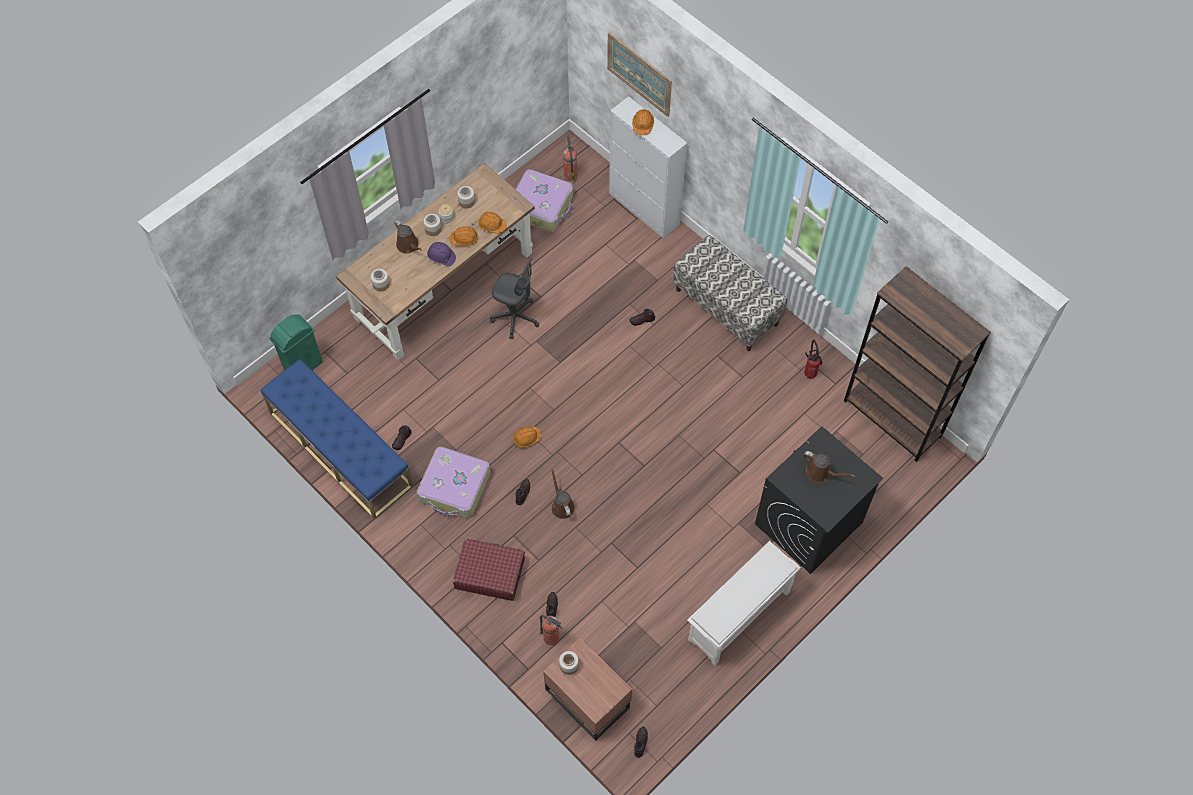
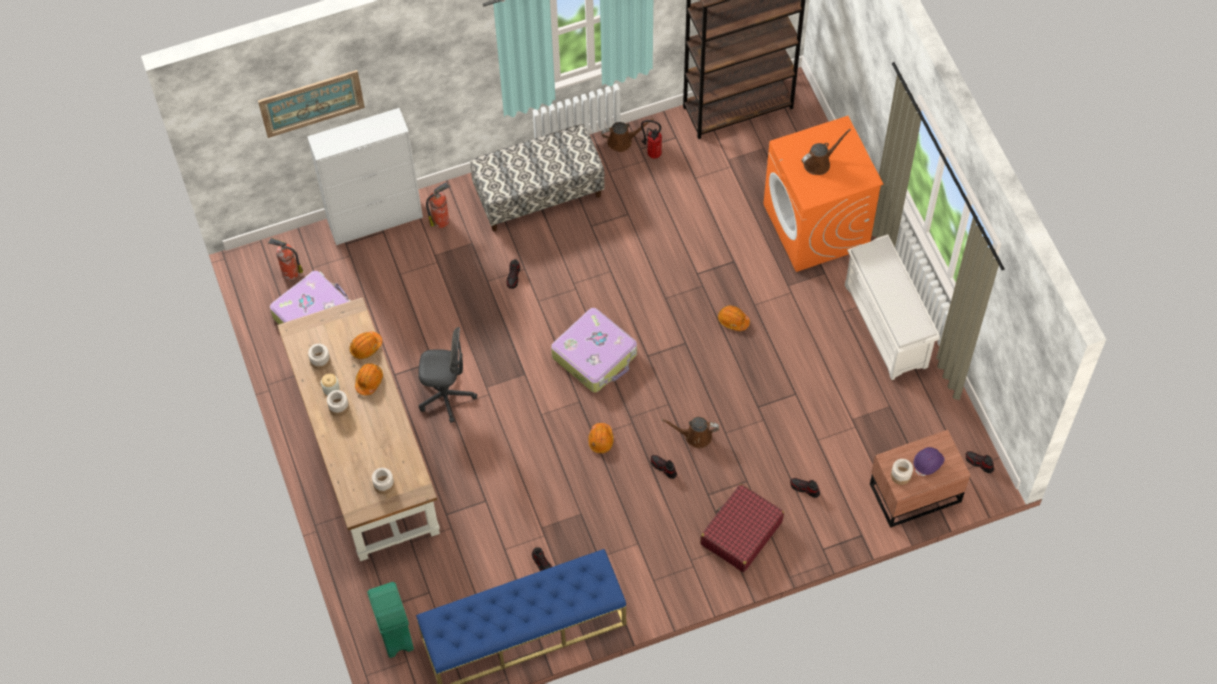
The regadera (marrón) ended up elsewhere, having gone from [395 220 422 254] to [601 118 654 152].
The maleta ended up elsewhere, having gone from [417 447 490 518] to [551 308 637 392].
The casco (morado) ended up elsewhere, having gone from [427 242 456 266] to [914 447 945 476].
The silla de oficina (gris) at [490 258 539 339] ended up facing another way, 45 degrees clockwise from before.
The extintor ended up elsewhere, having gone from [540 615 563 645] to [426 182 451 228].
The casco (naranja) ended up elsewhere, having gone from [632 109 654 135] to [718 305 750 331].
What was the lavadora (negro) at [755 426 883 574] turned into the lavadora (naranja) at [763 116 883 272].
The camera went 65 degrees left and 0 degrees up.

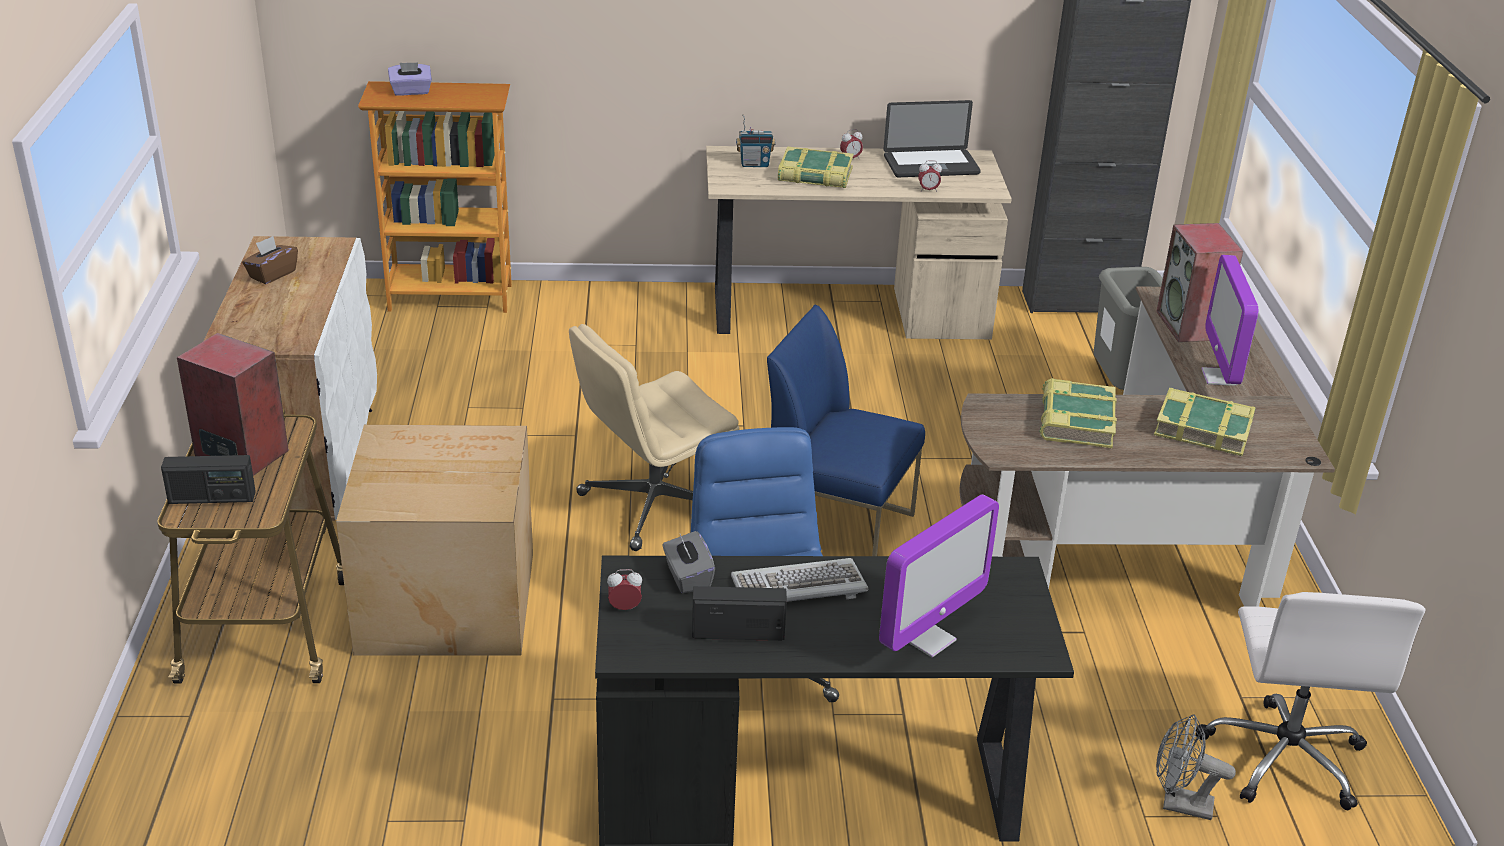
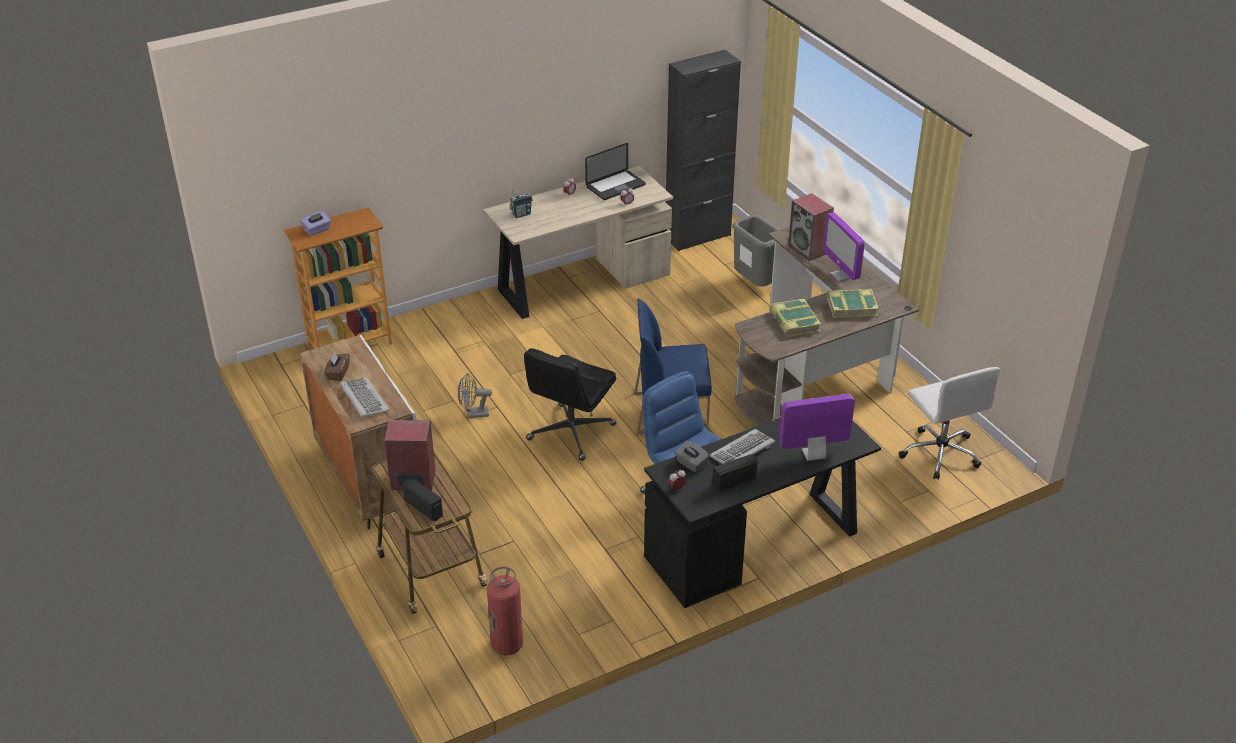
The radio at [161 455 256 504] ended up facing another way, 105 degrees counterclockwise from before.
The second view lost the caja de cartón at [336 425 533 656].
What was the silla de oficina (beis) at [569 324 740 551] turned into the silla de oficina (negro) at [524 348 616 461].
The second view lost the libro at [778 147 854 188].
The monitor at [879 494 999 657] ended up facing another way, 120 degrees counterclockwise from before.
The ventilador (gris) ended up elsewhere, having gone from [1156 714 1236 820] to [458 373 492 419].
The second view gained the teclado at [340 377 389 417].
The second view gained the extintor at [487 567 523 655].
The camera went 25 degrees left and 5 degrees up.

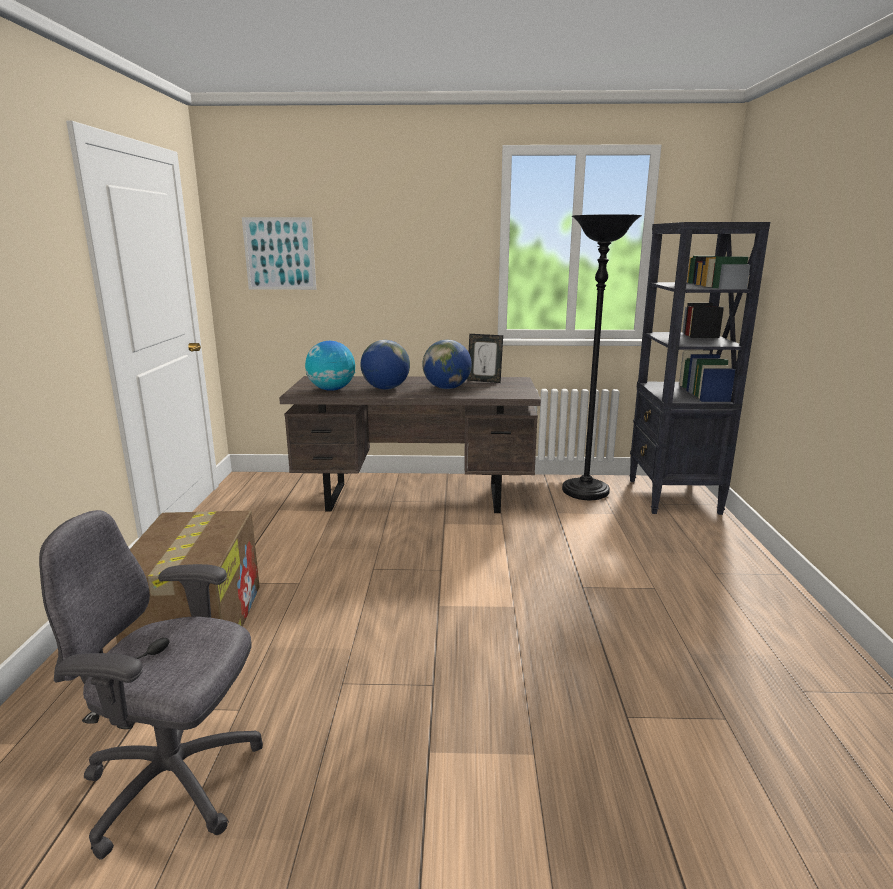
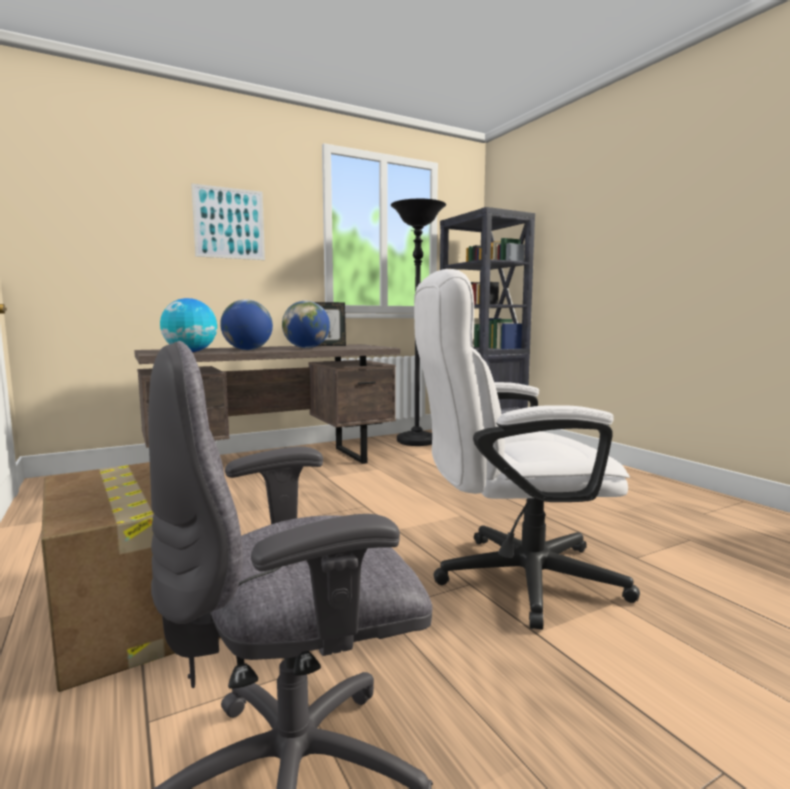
The cuadro ended up elsewhere, having gone from [242 217 316 290] to [191 184 265 260].
The second view gained the silla de oficina (blanco) at [414 269 640 630].
The camera went 30 degrees left and 10 degrees down.

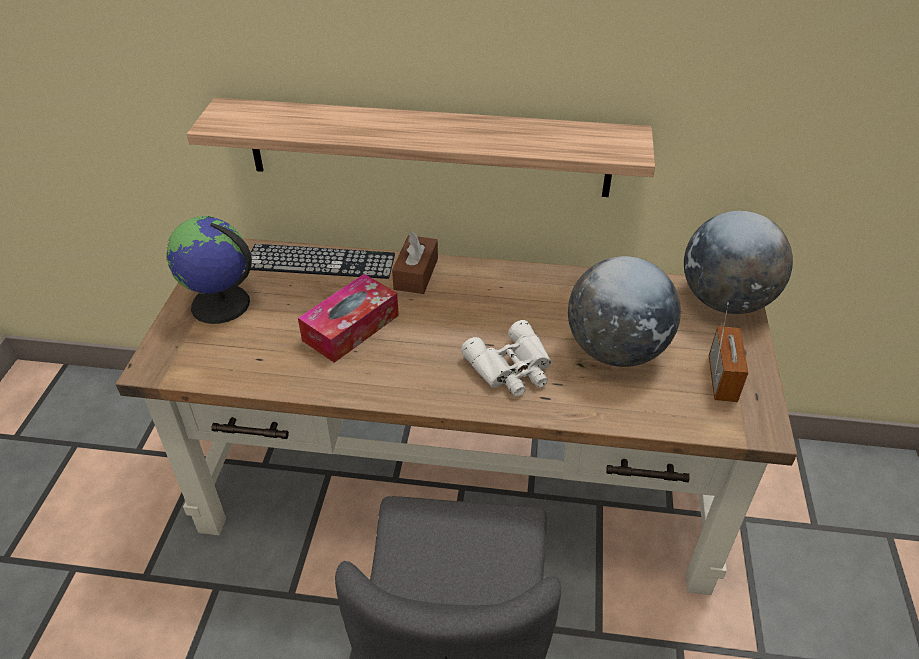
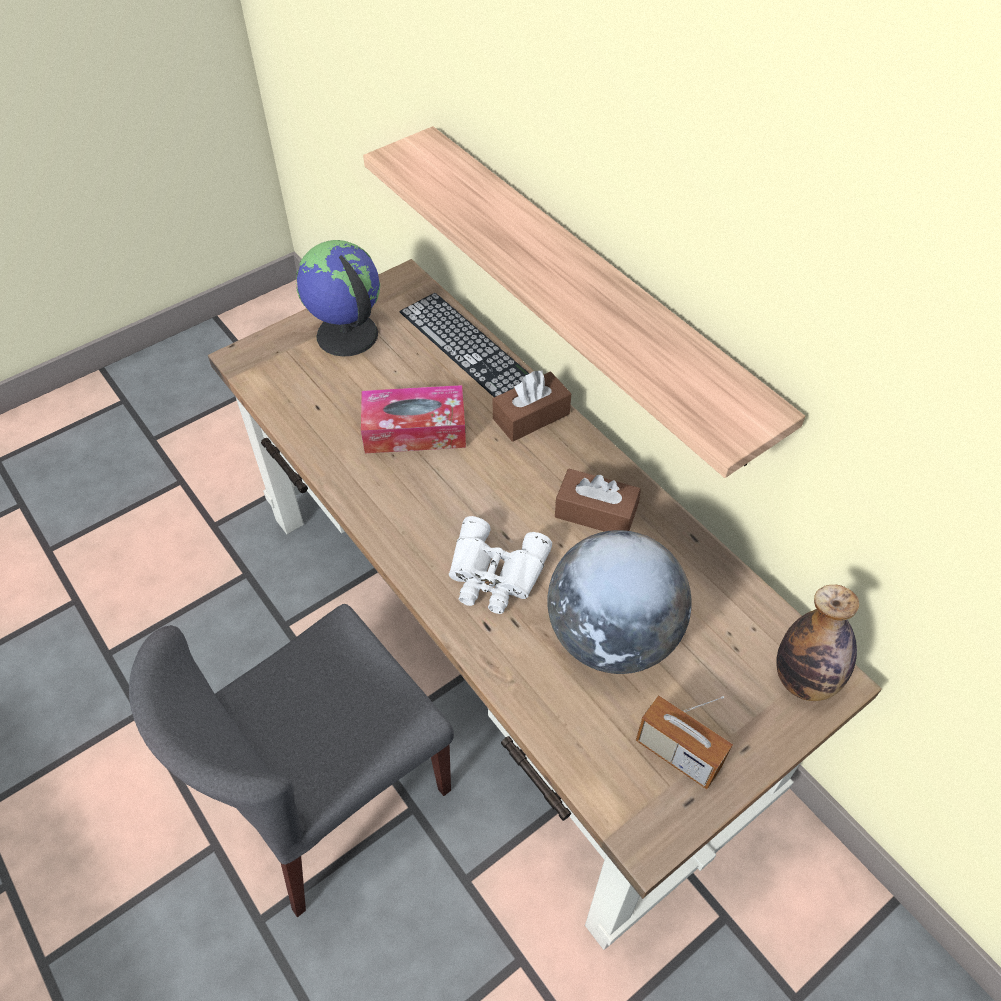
Where the globo terráqueo stood at [684 211 793 314], the botella came to stand at [776 585 859 701].
The radio at [709 302 748 402] ended up facing another way, 75 degrees clockwise from before.
The second view gained the caja de pañuelos (marrón) at [555 469 641 532].
The camera went 45 degrees right and 10 degrees up.

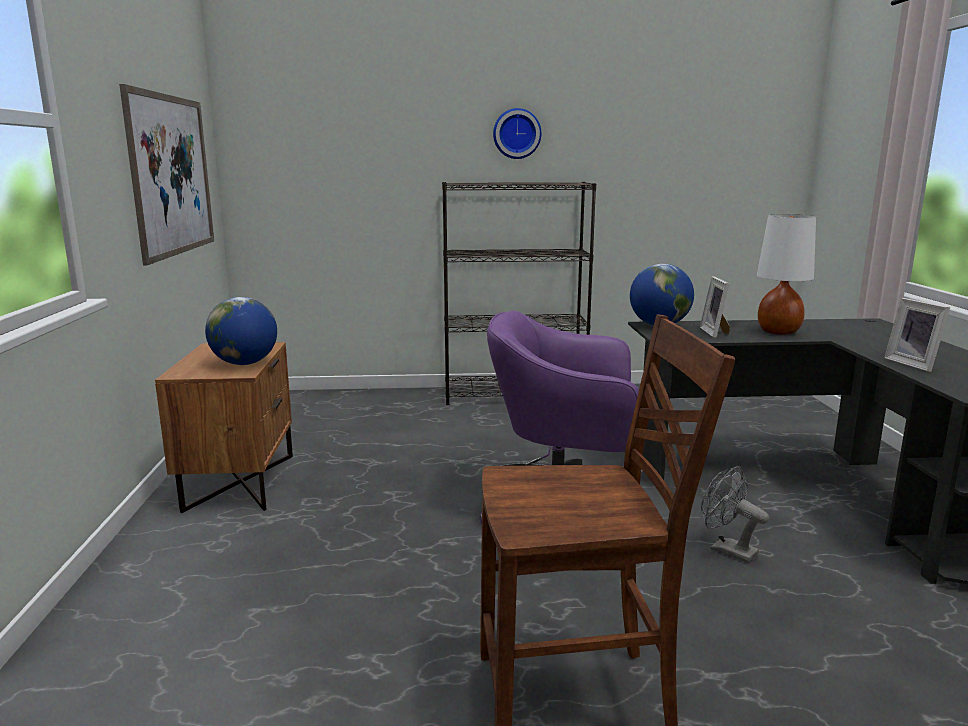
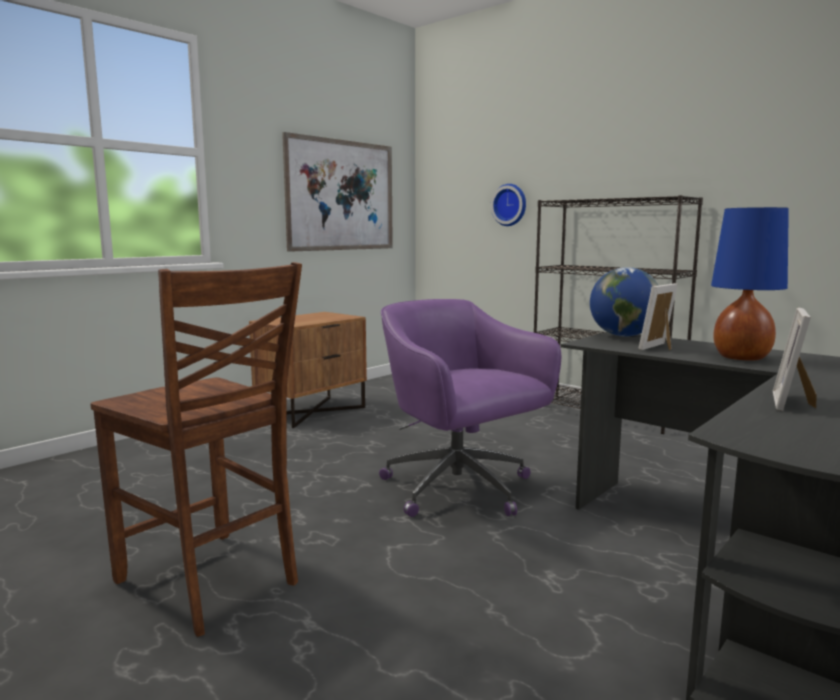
The second view lost the globo terráqueo at [205 297 277 365].
The reloj de pared ended up elsewhere, having gone from [493 108 541 159] to [491 184 526 226].
The second view lost the ventilador (gris) at [701 466 769 563].
What was the lámpara de mesa (blanco) at [757 214 816 335] turned into the lámpara de mesa (azul) at [711 207 789 361].
The camera went 45 degrees right and 5 degrees down.

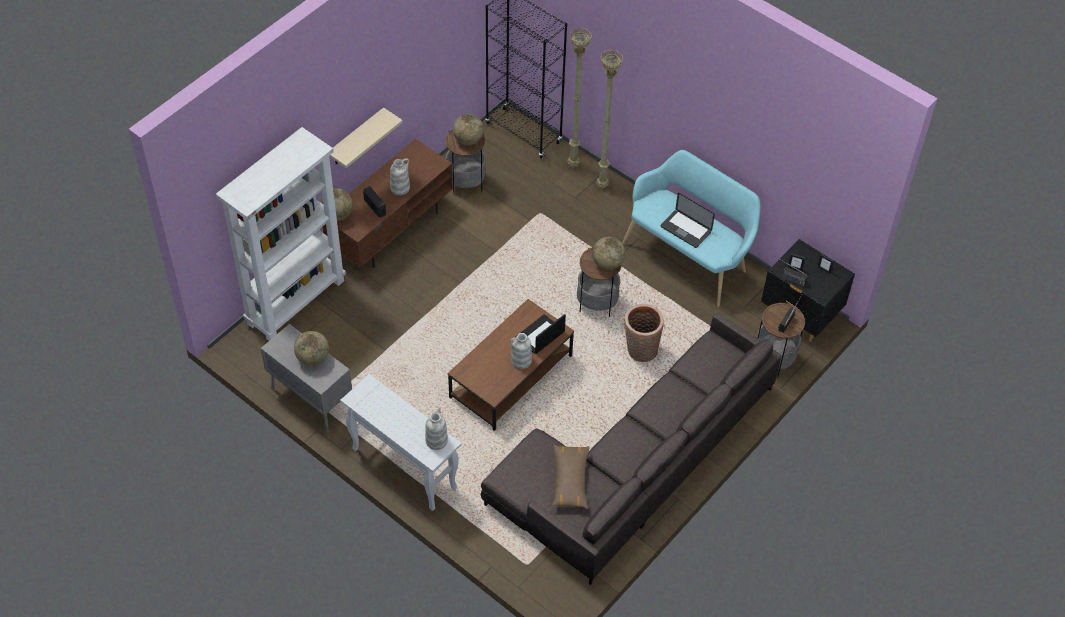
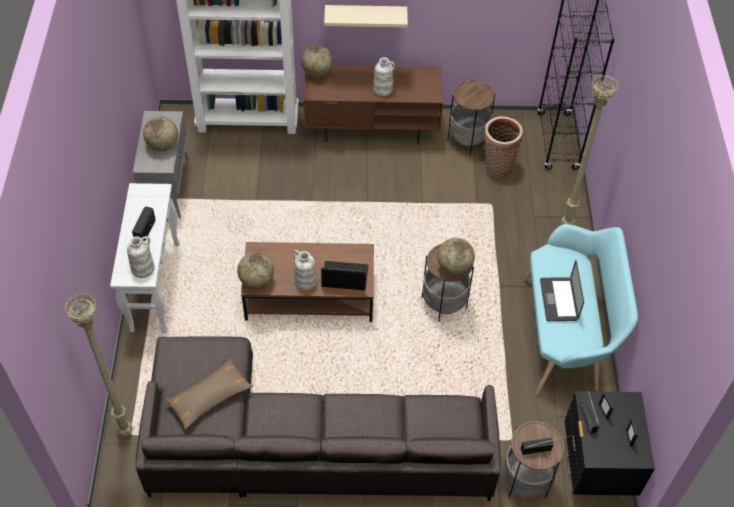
The radio ended up elsewhere, having gone from [363 187 386 218] to [132 207 156 241].
The globo terráqueo ended up elsewhere, having gone from [453 114 484 145] to [237 252 274 289].
The lámpara de pie (beis) ended up elsewhere, having gone from [568 27 592 168] to [64 293 133 437].
The cesta ended up elsewhere, having gone from [624 304 664 362] to [484 116 523 177].
The camera went 50 degrees right and 0 degrees up.

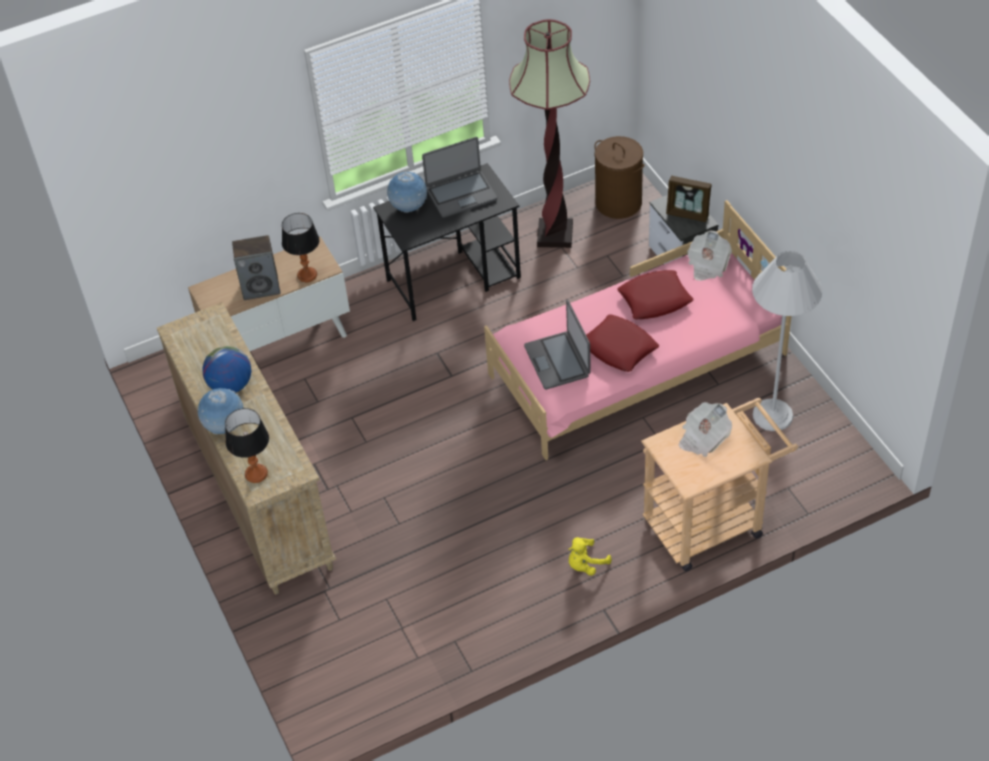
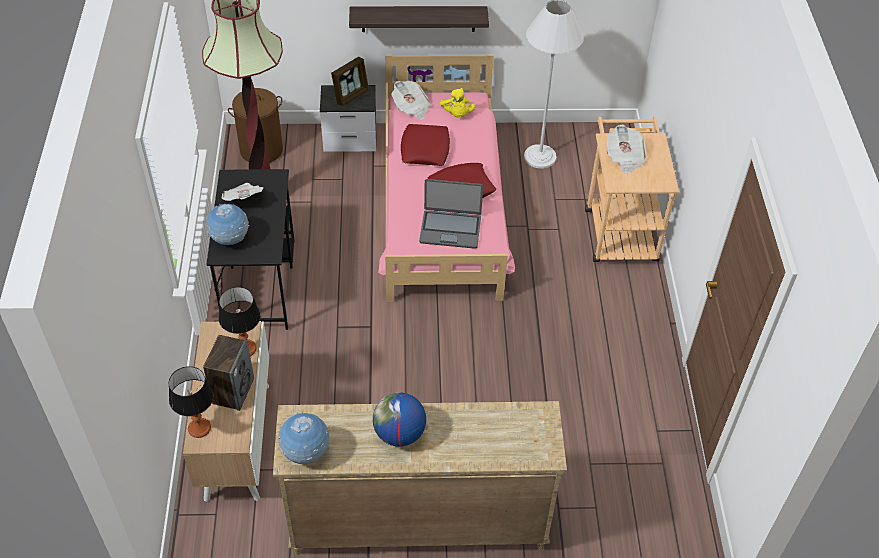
The globo terráqueo ended up elsewhere, having gone from [198 388 244 435] to [279 411 330 464].
The lámpara de mesa ended up elsewhere, having gone from [225 408 269 483] to [169 366 214 438].
Where the portátil stood at [422 137 497 218], the periódico came to stand at [221 183 264 201].
The peluche (amarillo) ended up elsewhere, having gone from [569 537 612 576] to [439 88 475 117].
The second view gained the estante at [349 6 489 32].
The camera went 70 degrees left and 0 degrees up.

